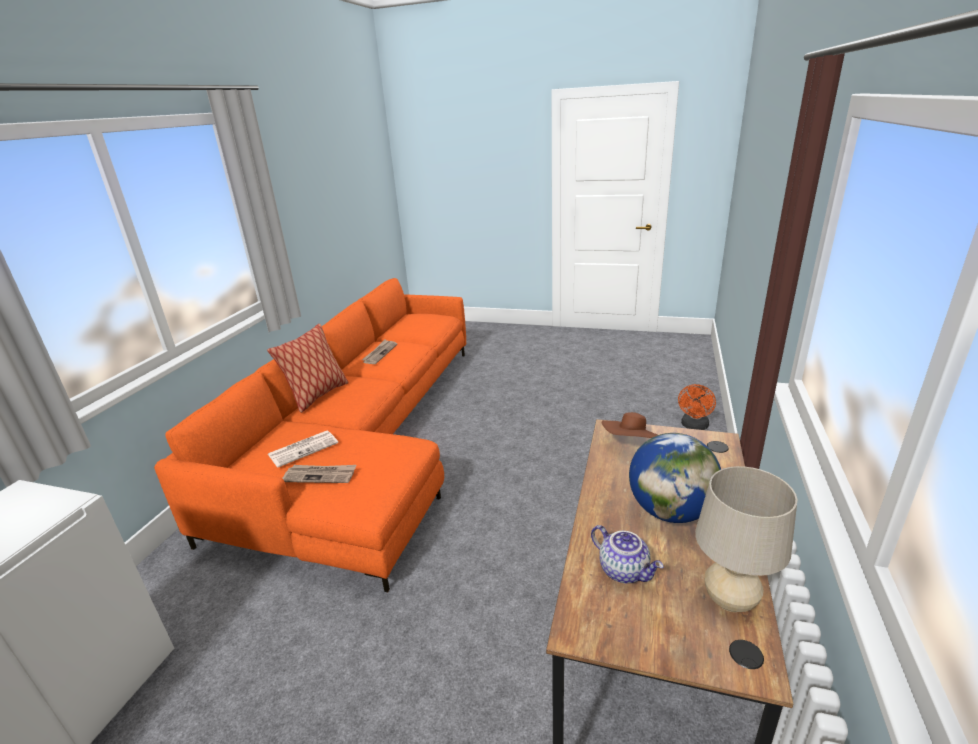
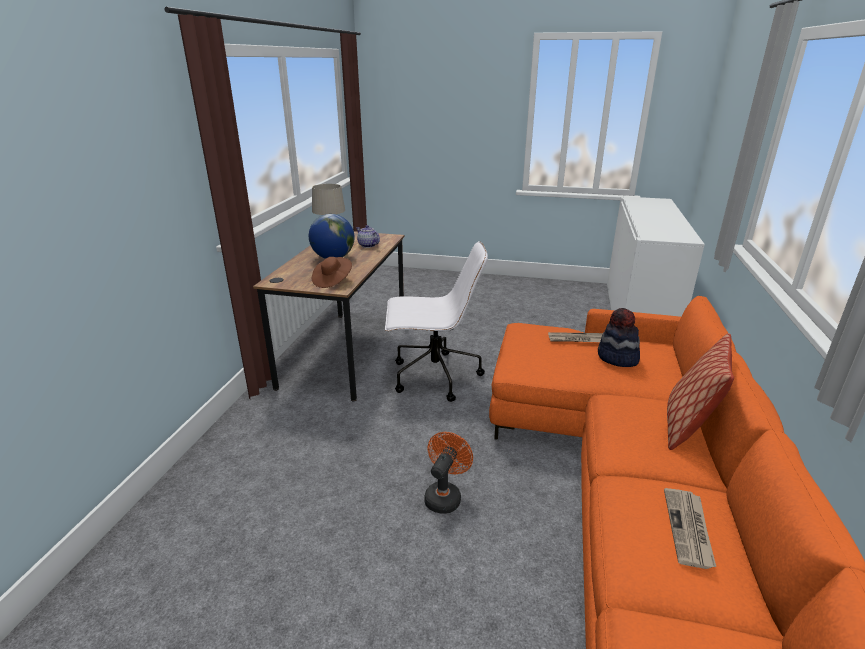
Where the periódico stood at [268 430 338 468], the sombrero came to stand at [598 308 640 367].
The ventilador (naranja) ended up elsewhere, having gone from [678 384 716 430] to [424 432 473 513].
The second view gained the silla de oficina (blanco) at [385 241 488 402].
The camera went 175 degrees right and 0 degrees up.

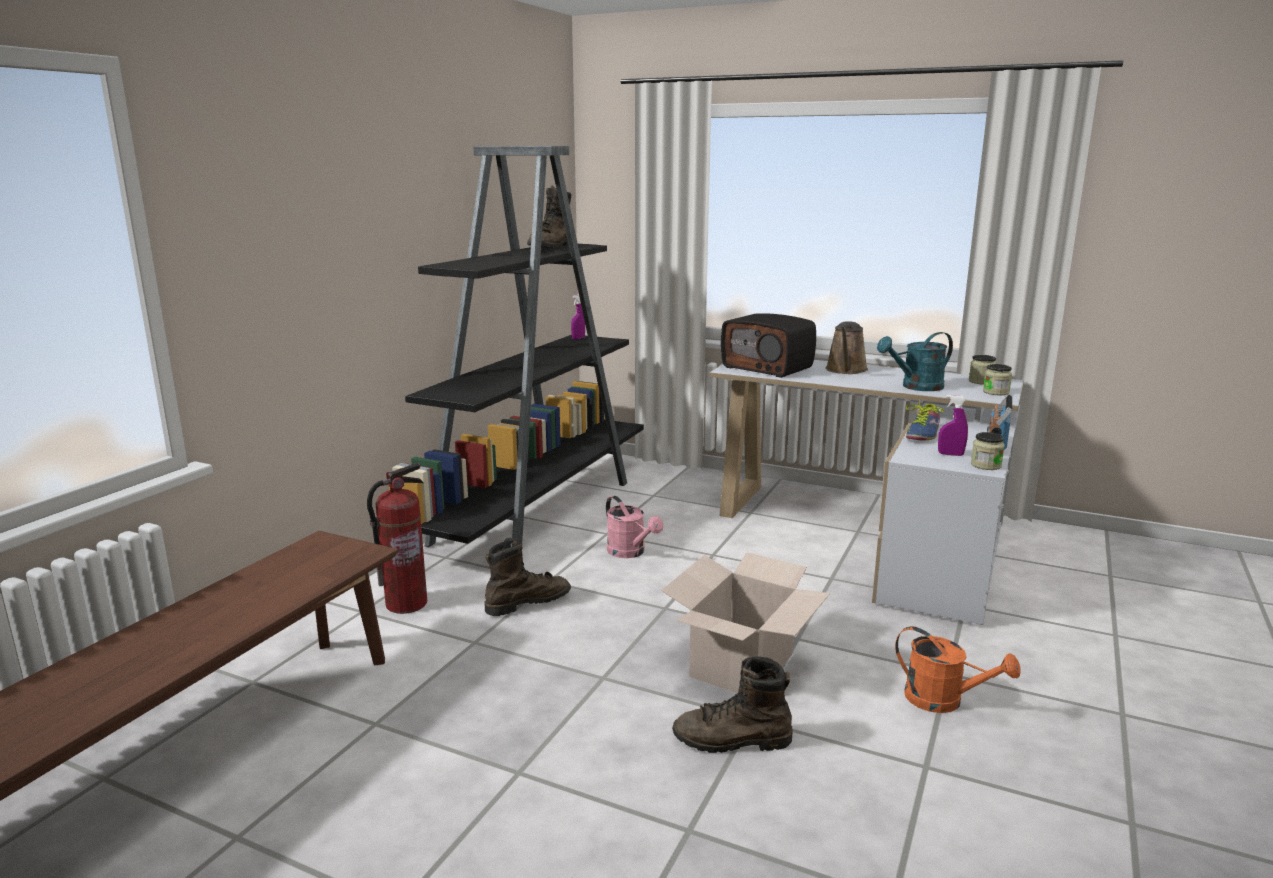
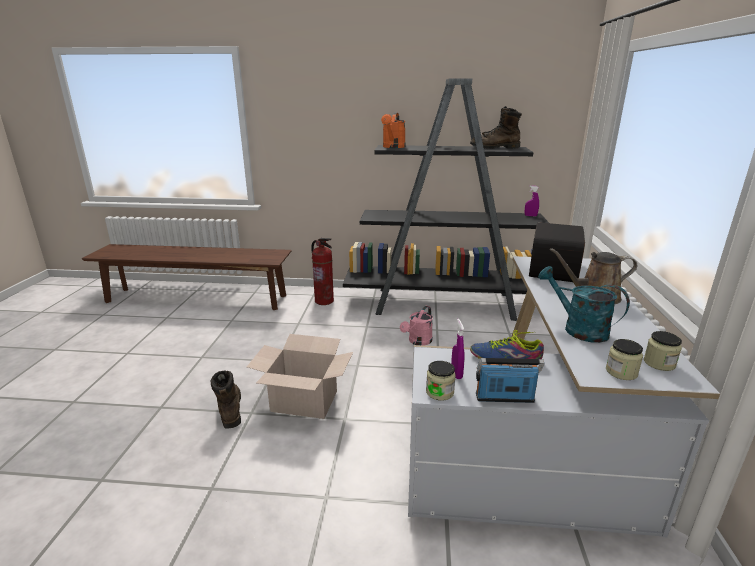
The second view lost the bota (marrón) at [485 538 571 616].
The regadera (naranja) ended up elsewhere, having gone from [895 626 1021 713] to [381 113 406 148].
The camera went 70 degrees right and 5 degrees up.

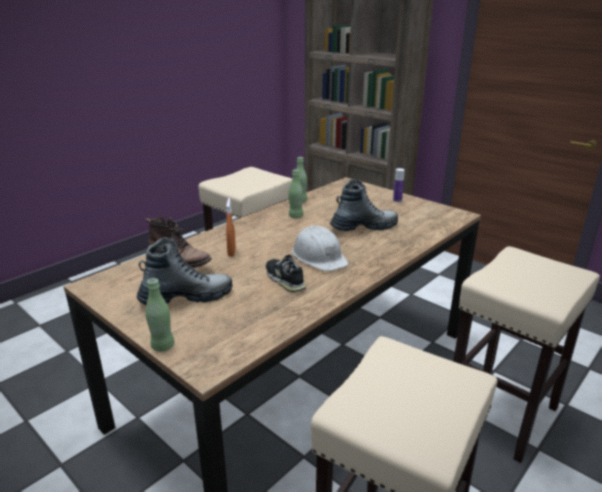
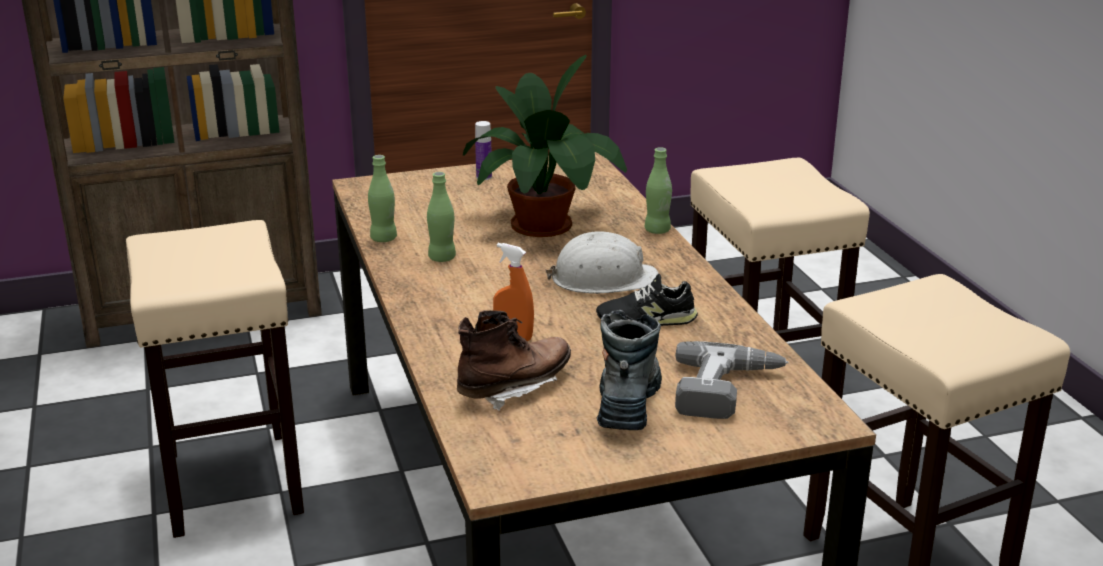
The botella (verde) ended up elsewhere, having gone from [145 278 175 352] to [644 147 672 234].
Where the bota stood at [330 179 398 231], the planta en maceta came to stand at [463 55 627 237].
The second view gained the taladro at [675 341 789 419].
The camera went 60 degrees left and 0 degrees up.

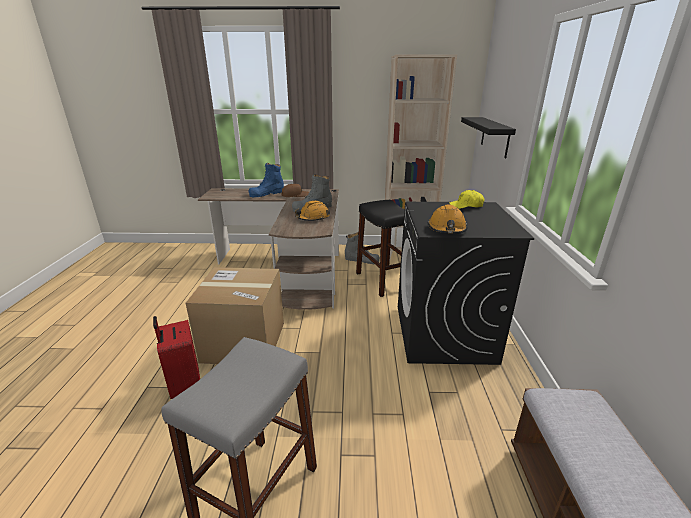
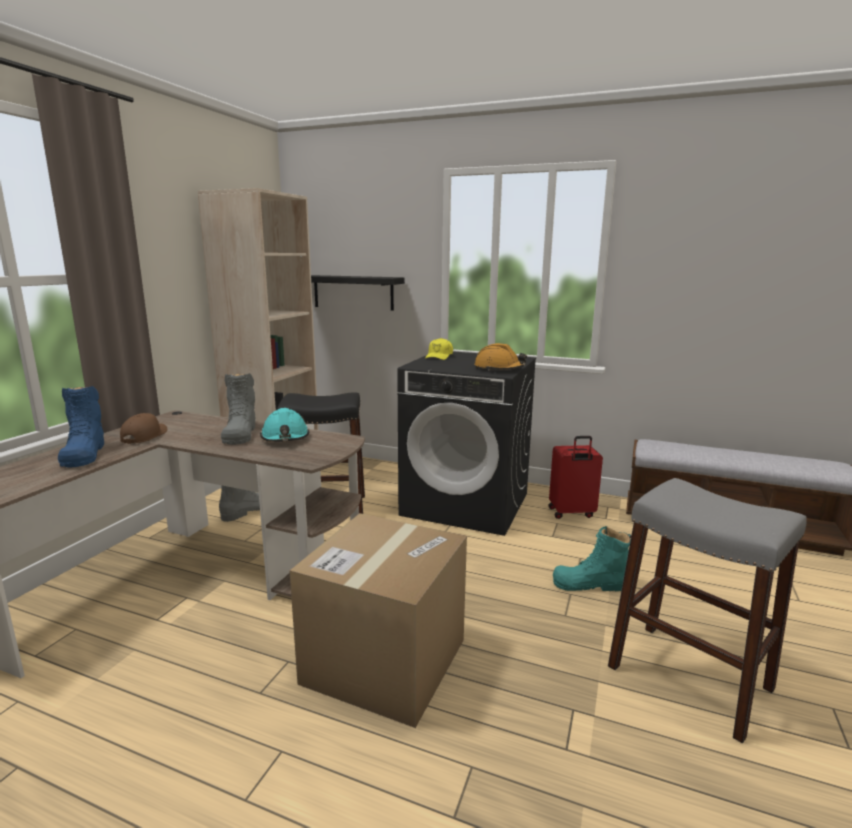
The maleta (rojo) ended up elsewhere, having gone from [153 316 200 399] to [548 436 603 519].
What was the casco (naranja) at [295 201 330 221] turned into the casco (turquesa) at [260 408 309 442].
The second view gained the bota (turquesa) at [553 526 631 592].
The camera went 70 degrees left and 10 degrees down.

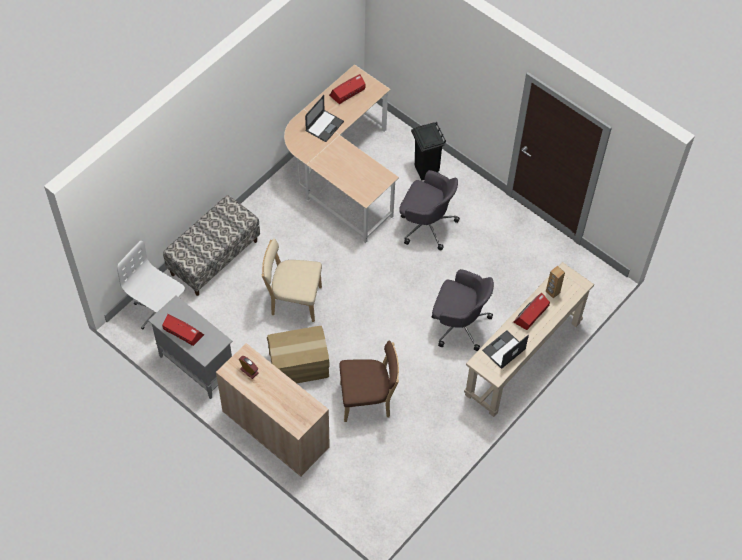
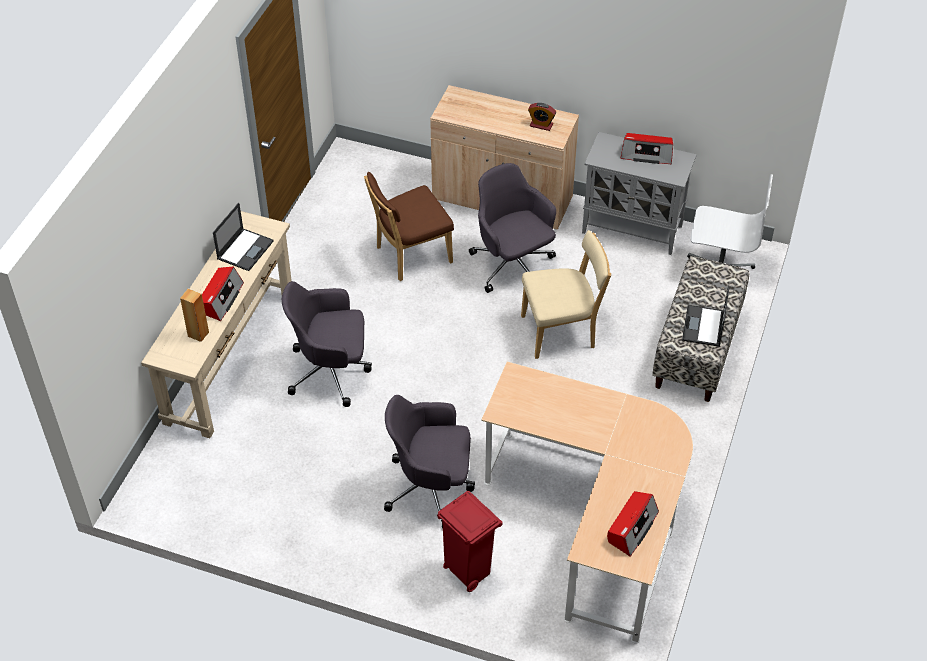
Where the caja de cartón stood at [267 326 330 383], the silla de oficina (gris) came to stand at [469 163 556 293].
The portátil ended up elsewhere, having gone from [305 95 344 142] to [682 286 729 347].
What was the papelera (negro) at [411 122 446 180] turned into the papelera (rojo) at [437 491 503 592].
The camera went 160 degrees right and 10 degrees down.

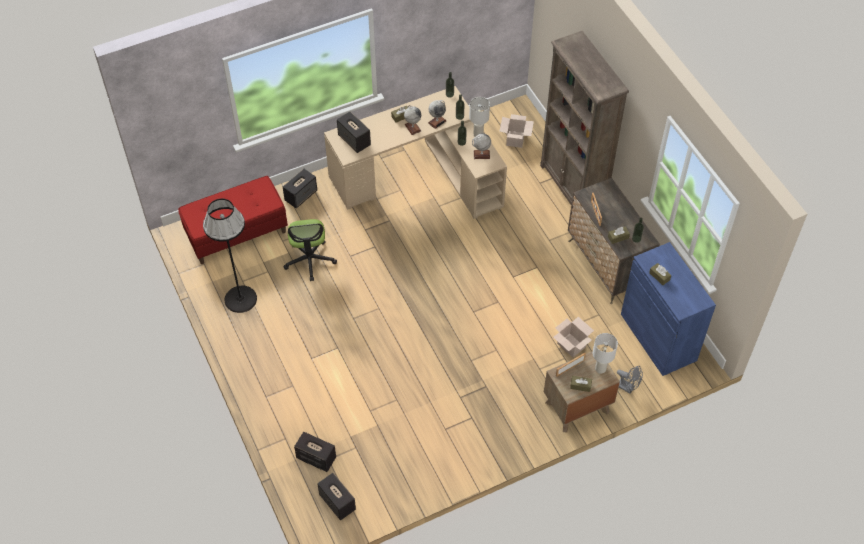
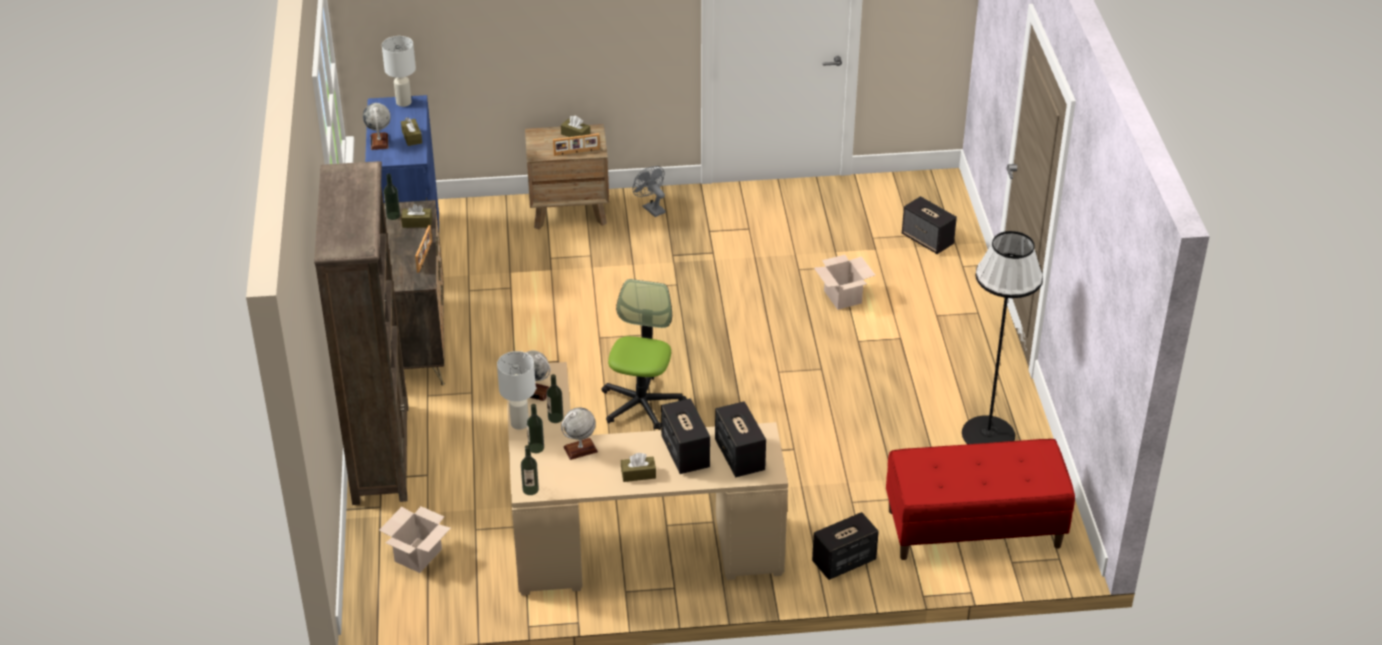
The silla de oficina ended up elsewhere, having gone from [283 219 337 281] to [601 279 687 430].
The altavoz ended up elsewhere, having gone from [317 473 356 520] to [661 398 710 474].
The globo terráqueo ended up elsewhere, having gone from [404 105 421 135] to [363 103 391 150].
The caja de cartón ended up elsewhere, having gone from [553 317 594 357] to [814 255 875 310].
The lámpara de mesa (blanco) ended up elsewhere, having gone from [593 333 618 374] to [382 36 416 107].
The ventilador (gris) ended up elsewhere, having gone from [617 366 643 394] to [633 166 666 217].
The camera went 160 degrees left and 15 degrees down.

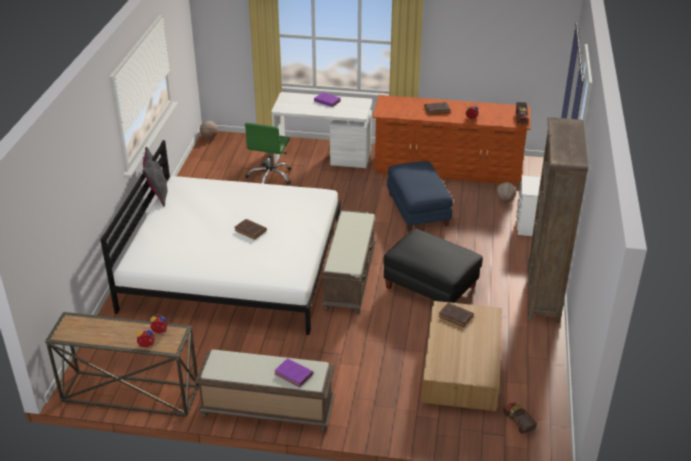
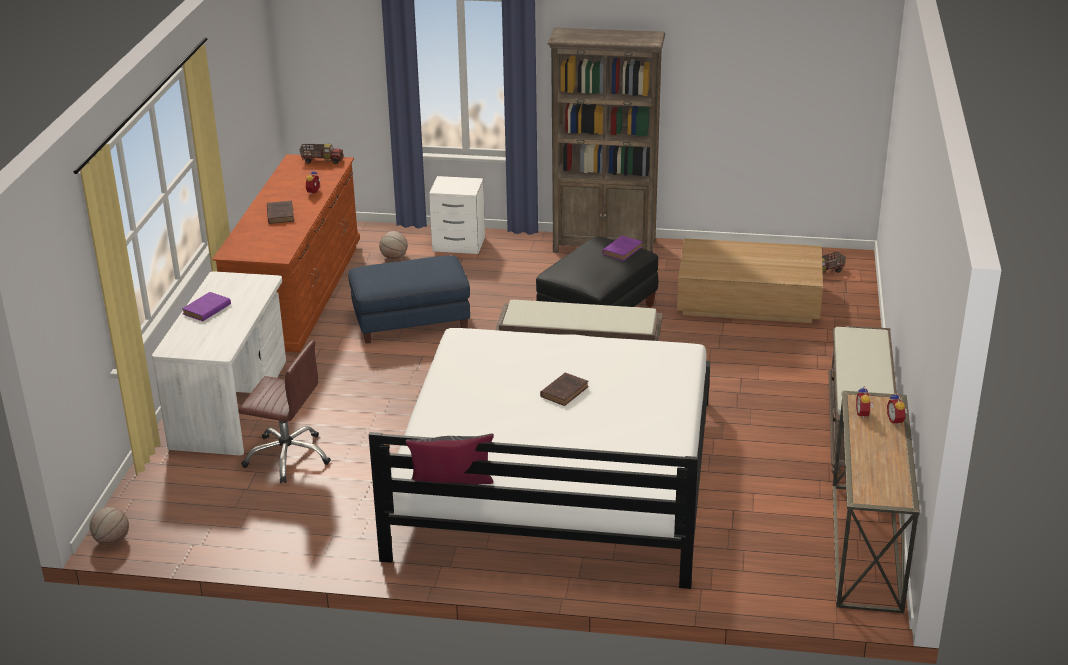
What was the silla de oficina (verde) at [245 123 291 185] turned into the silla de oficina (marrón) at [238 340 331 483].
The libro (morado) ended up elsewhere, having gone from [274 358 313 387] to [602 236 642 261].
The second view lost the libro (marrón) at [438 303 474 327].
The camera went 90 degrees left and 5 degrees down.

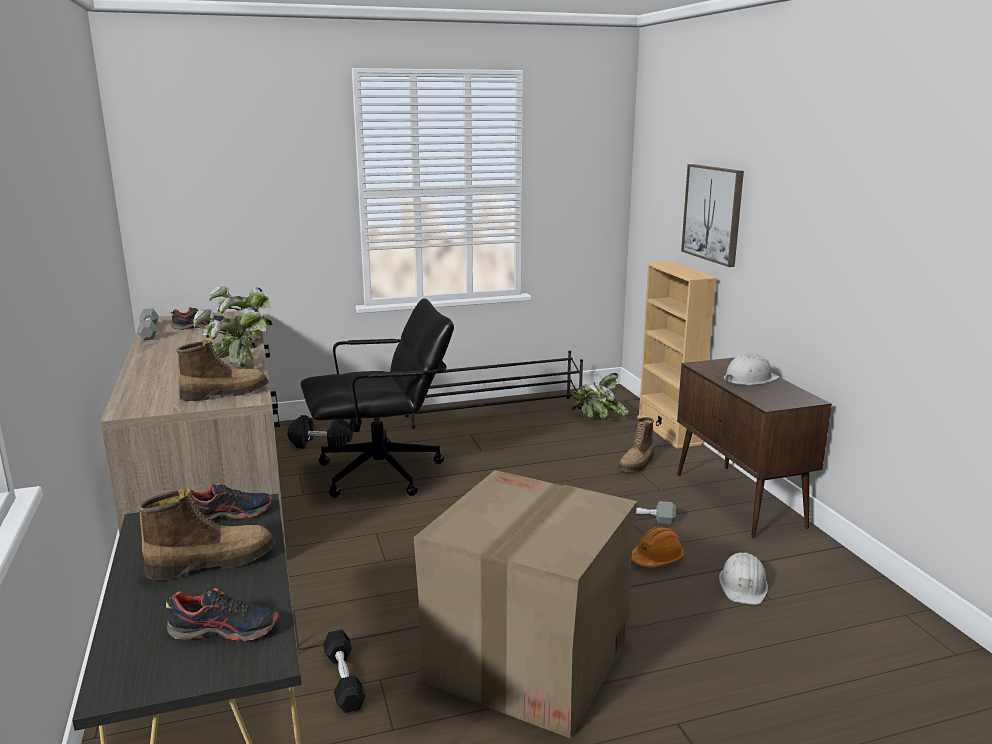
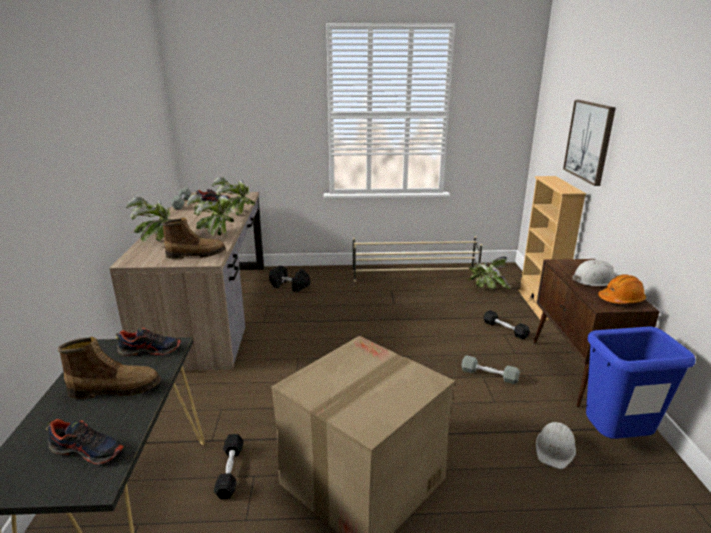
The second view lost the silla de oficina (negro) at [301 298 454 498].
What was the zapatero (negro) at [405 351 583 429] turned into the zapatero (beis) at [353 236 483 282].
Where the bota stood at [618 417 654 472], the mancuerna (negro) came to stand at [484 310 530 339].
The casco (naranja) ended up elsewhere, having gone from [631 527 684 567] to [598 274 646 304].
The second view gained the planta en maceta at [126 197 171 242].
The second view gained the papelera (azul) at [586 327 696 439].
The camera went 15 degrees right and 5 degrees up.

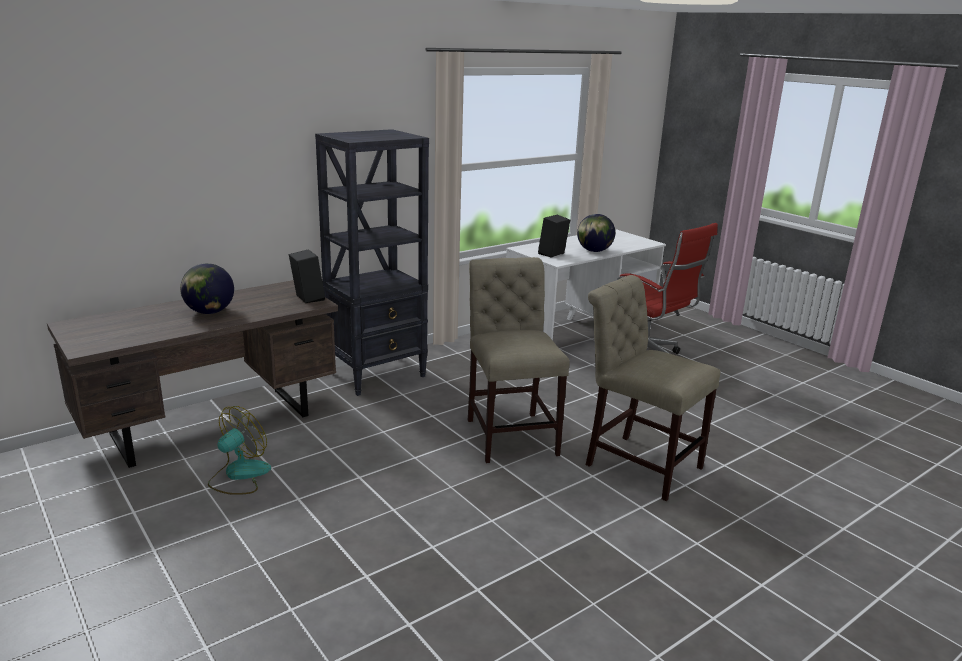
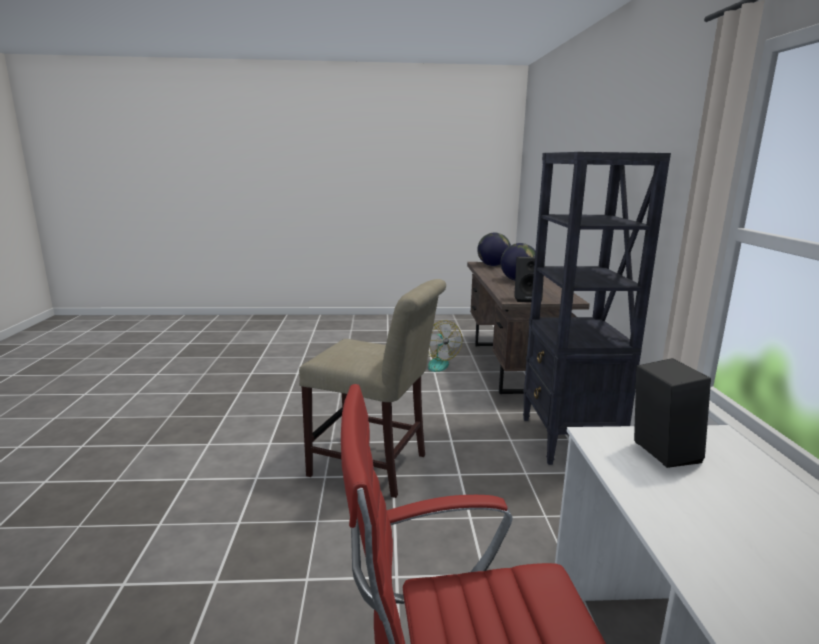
The globo terráqueo ended up elsewhere, having gone from [577 214 615 252] to [477 233 511 266].
The second view lost the silla (beis) at [585 275 720 501].
The camera went 125 degrees right and 5 degrees down.

